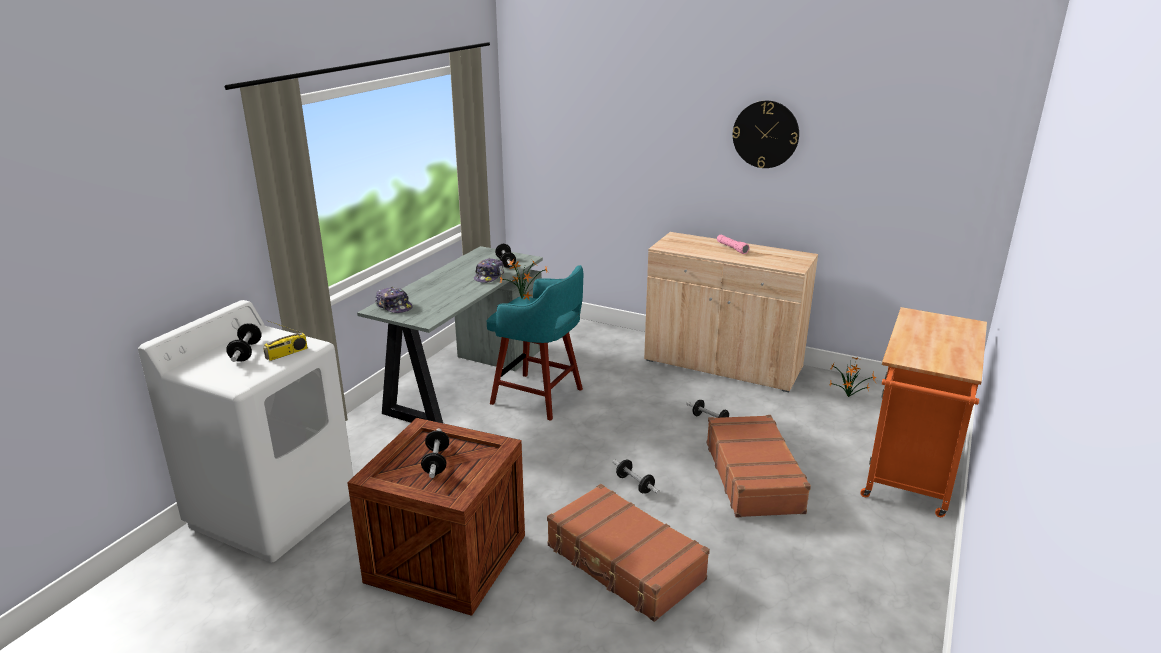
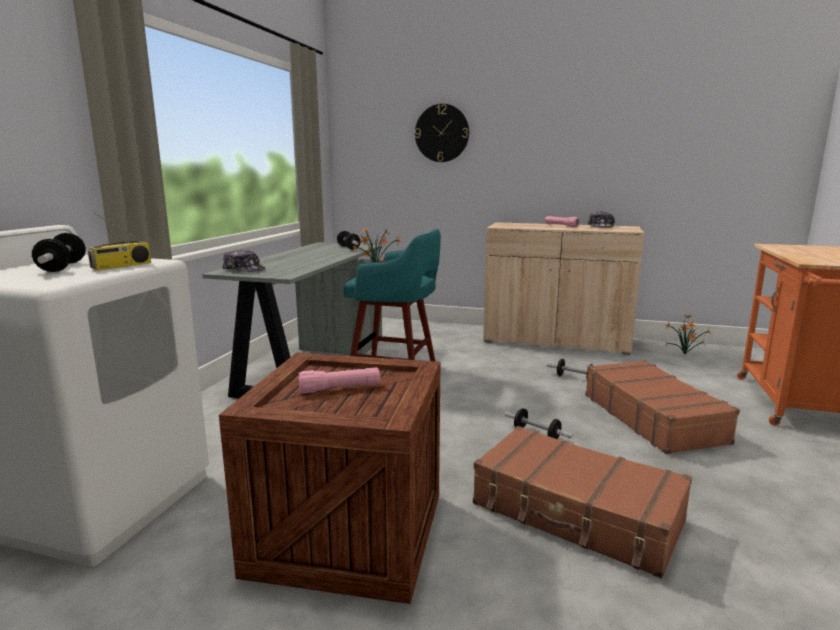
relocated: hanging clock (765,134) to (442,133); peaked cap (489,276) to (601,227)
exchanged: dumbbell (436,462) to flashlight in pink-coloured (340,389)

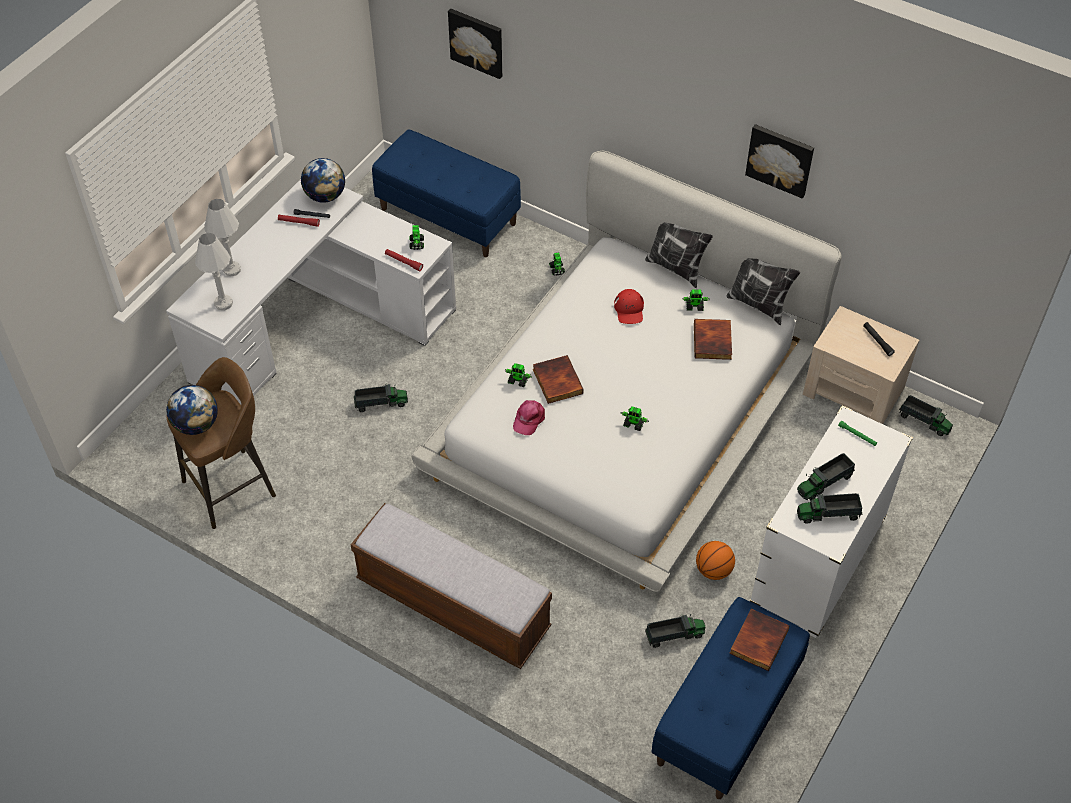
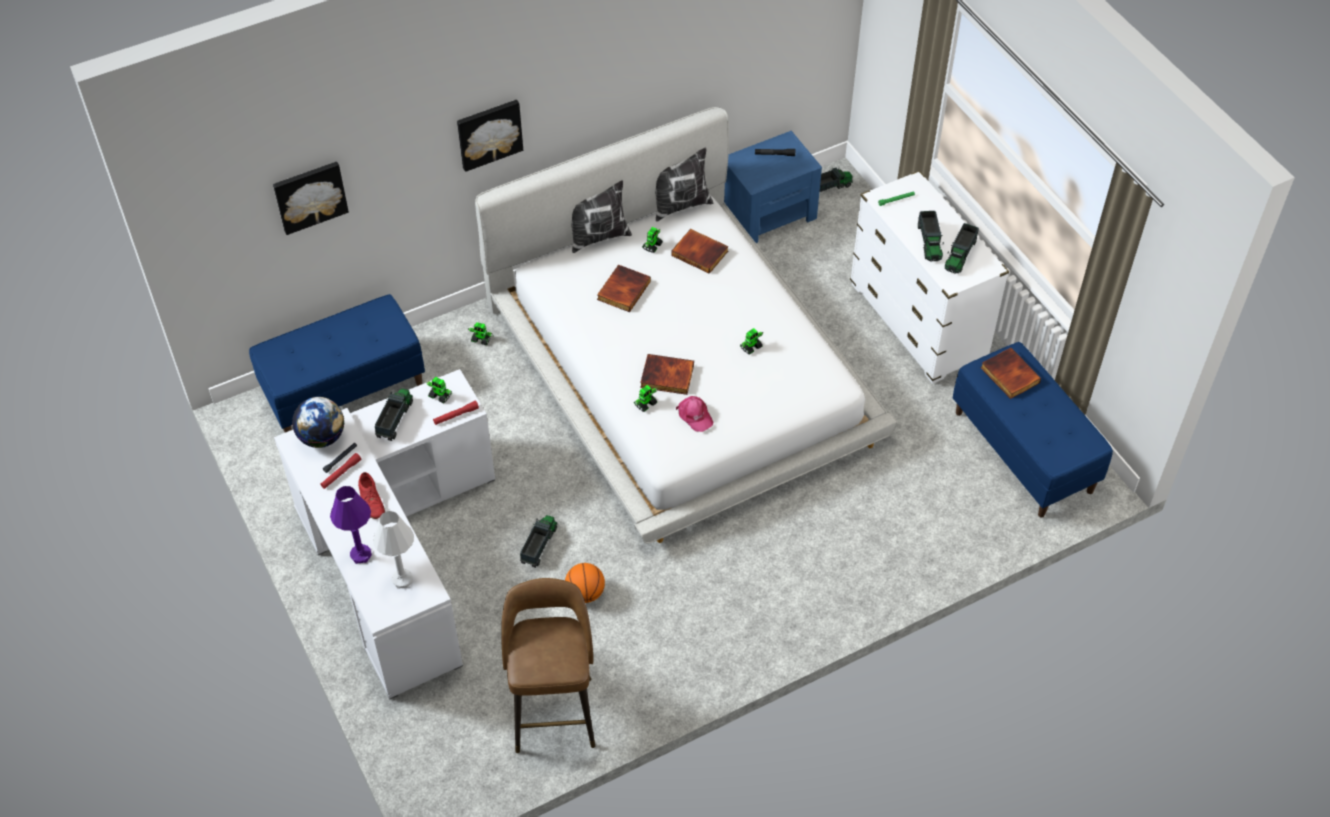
missing: desk globe (196,425); bench (453,604)
appeared: item of footwear in reddish (371,500)
relocated: wall art (780,159) to (489,133); basketball (713,570) to (585,593); toy lorry (674,635) to (395,419)
exchanged: peaked cap in reddish (629,309) to volume (623,290)
colour: lamp for a table in whitish (231,269) to lamp for a table in purple (360,555); nightstand in beige-coloured (854,391) to nightstand in blue (768,213)

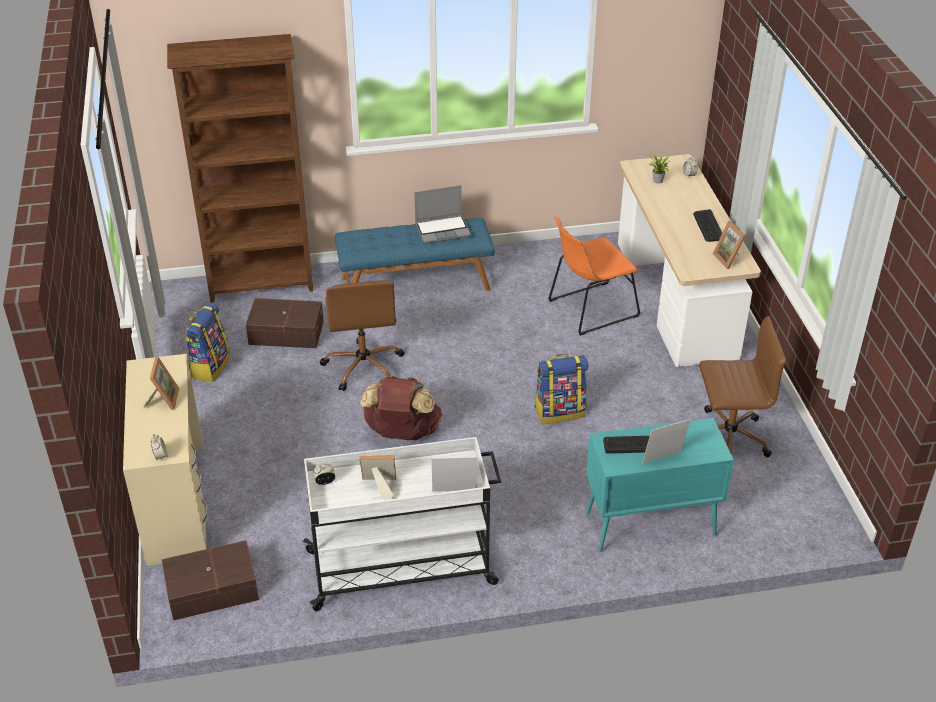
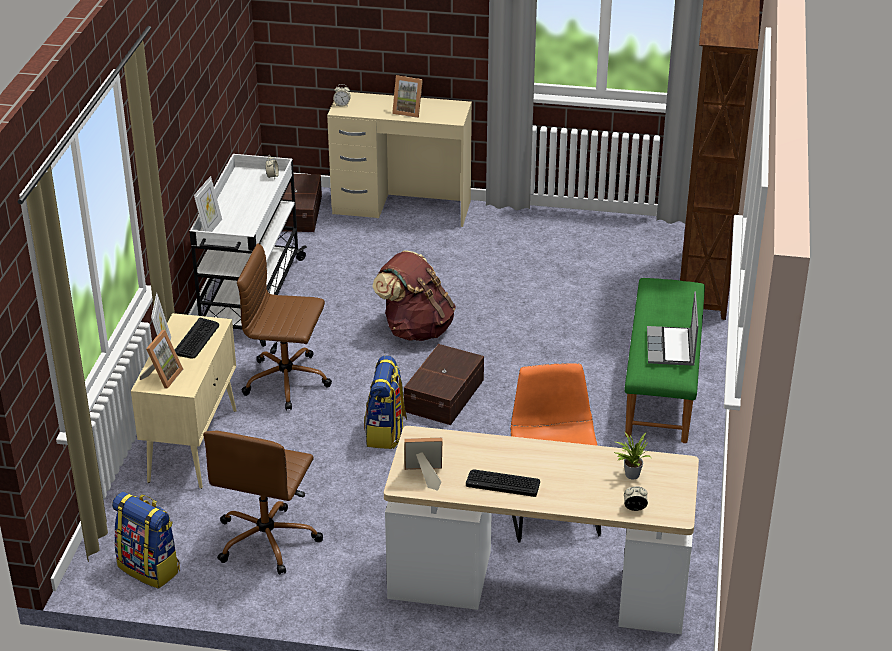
relocated: computer chair in brown-coloured (363,366) to (288,381); storage bin in brown-coloured (286,332) to (446,395); backpack (209,366) to (150,568); photo frame (379,487) to (162,376)
colour: bench in blue (415,283) to bench in greenish (662,385); cupboard in blue-green (649,525) to cupboard in beige-coloured (193,444)

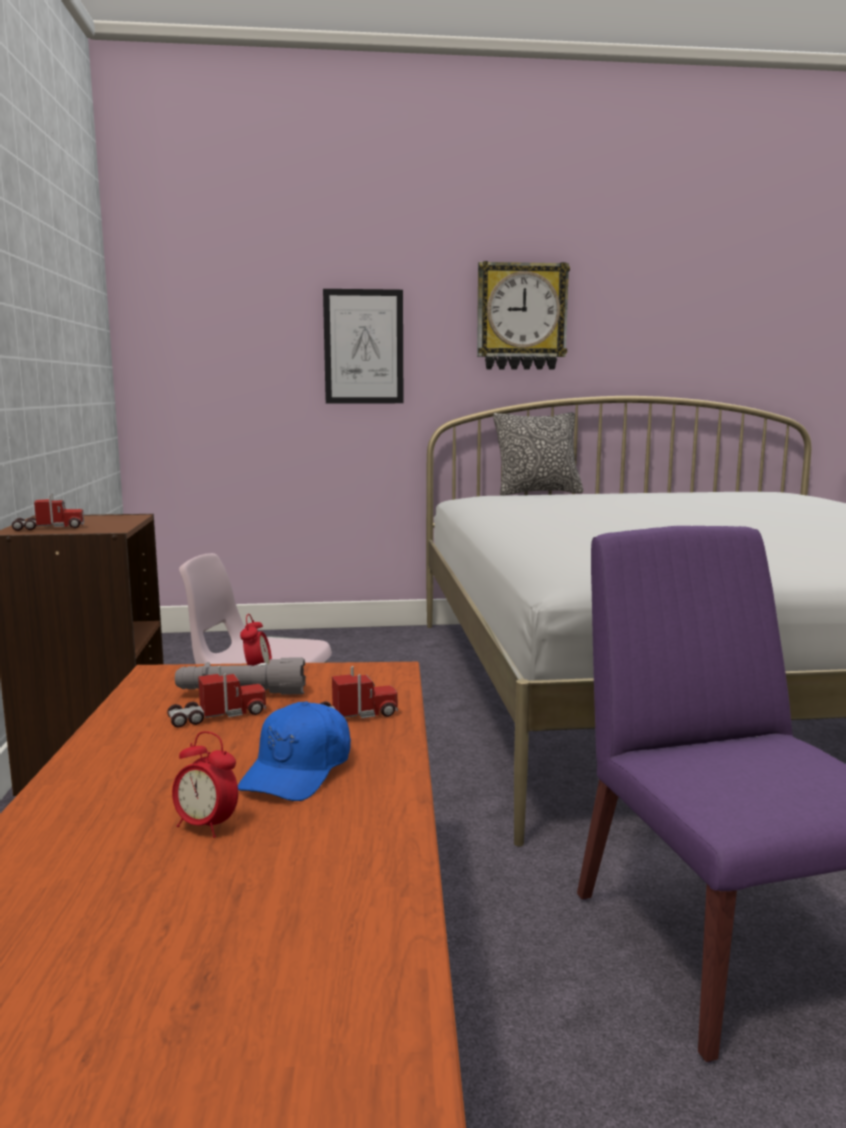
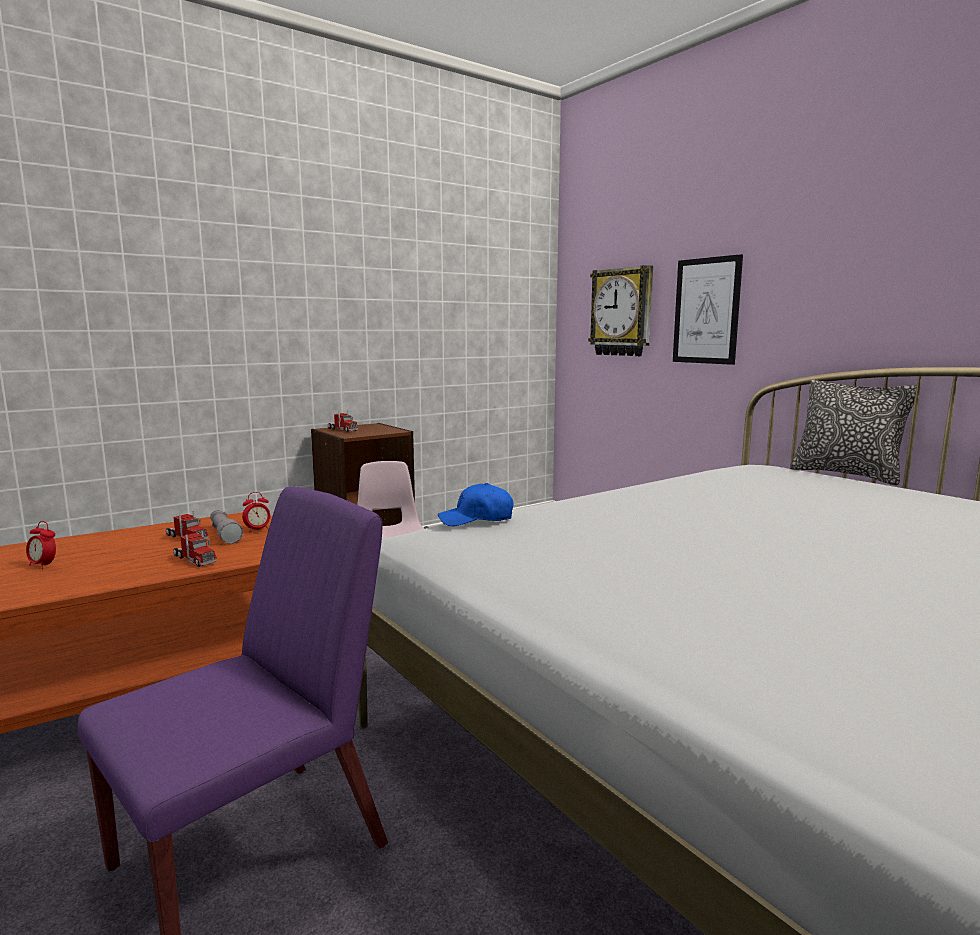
relocated: hanging clock (521,317) to (622,312); peaked cap in blue (298,771) to (476,519)
spun: bedside clock (206,826) = (43,565) 60 degrees counterclockwise

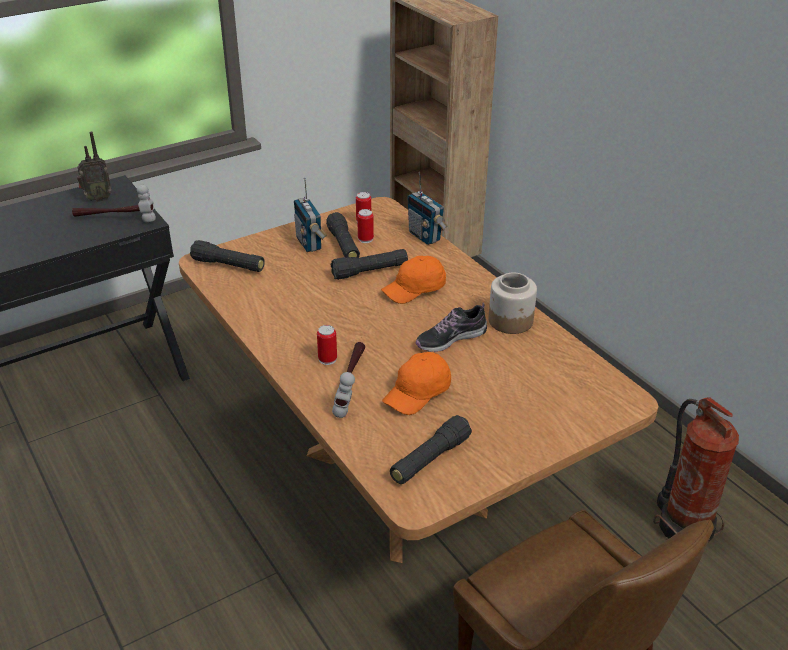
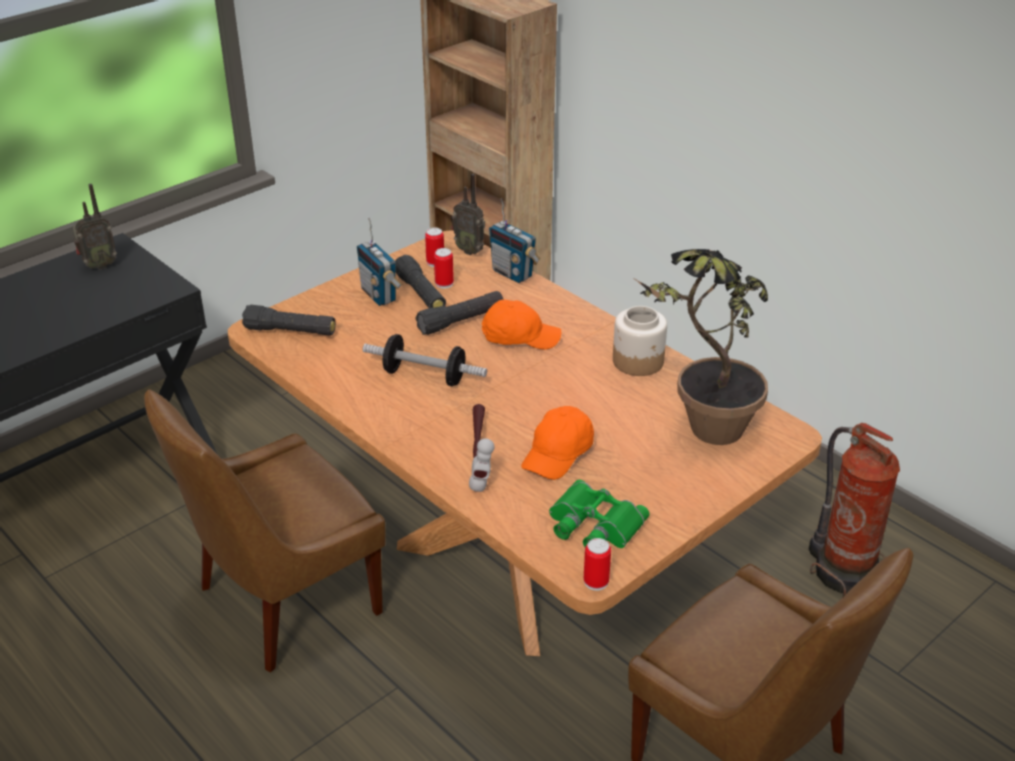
missing: hand hammer (115,219); item of footwear (450,339)
appeared: radio set (470,250); houseplant (701,435); dumbbell (424,376); plain chair in brown-coloured (283,603)
relocated: sealed can (327,359) to (596,582)
exchanged: flashlight in black-coloured (430,459) to binoculars in greenish (593,525)
spun: peaked cap in orangey (415,289) = (520,337) 135 degrees counterclockwise

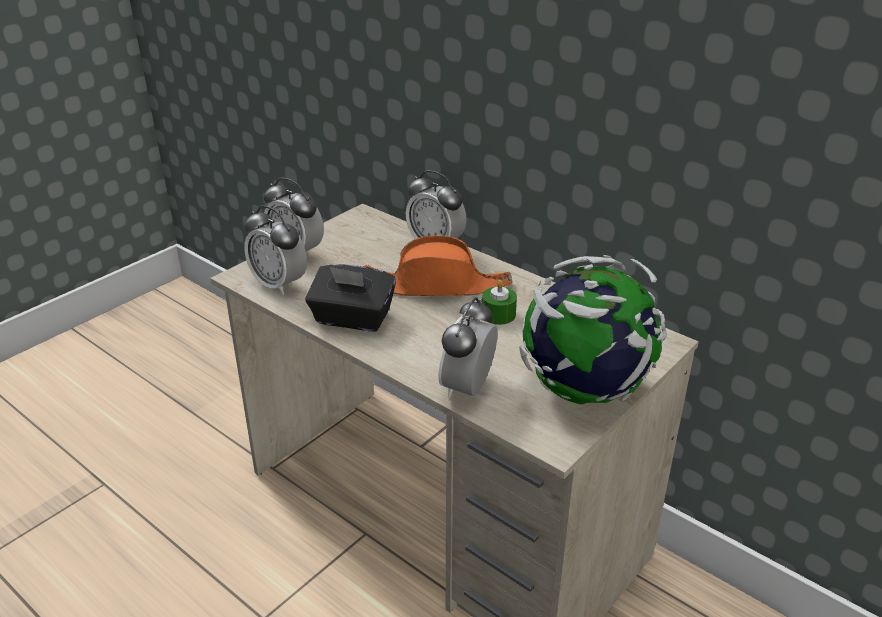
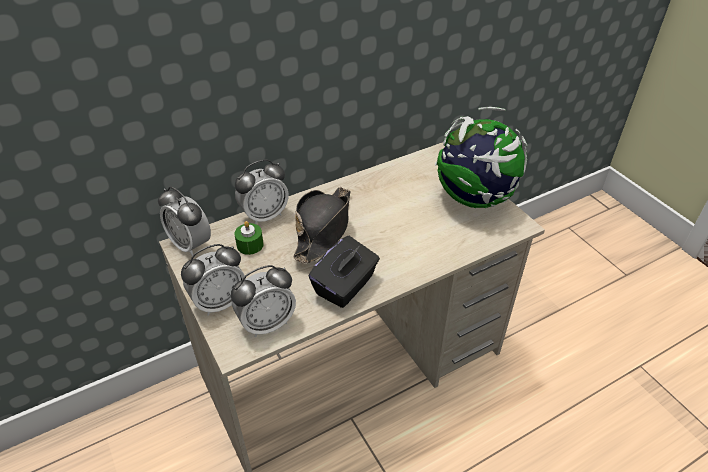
relocated: wax light in greenish (498,314) to (250,245); bedside clock (467,388) to (190,244)
colour: hat in orangey (437,285) to hat in black-coloured (324,229)

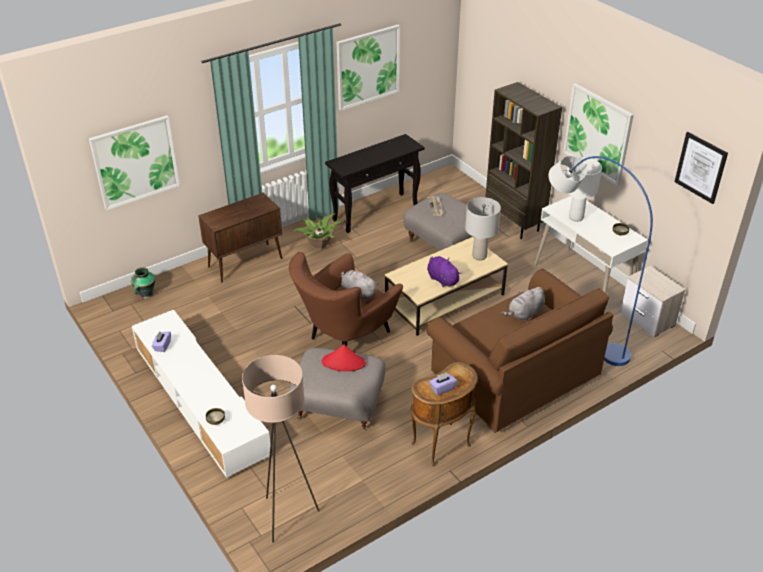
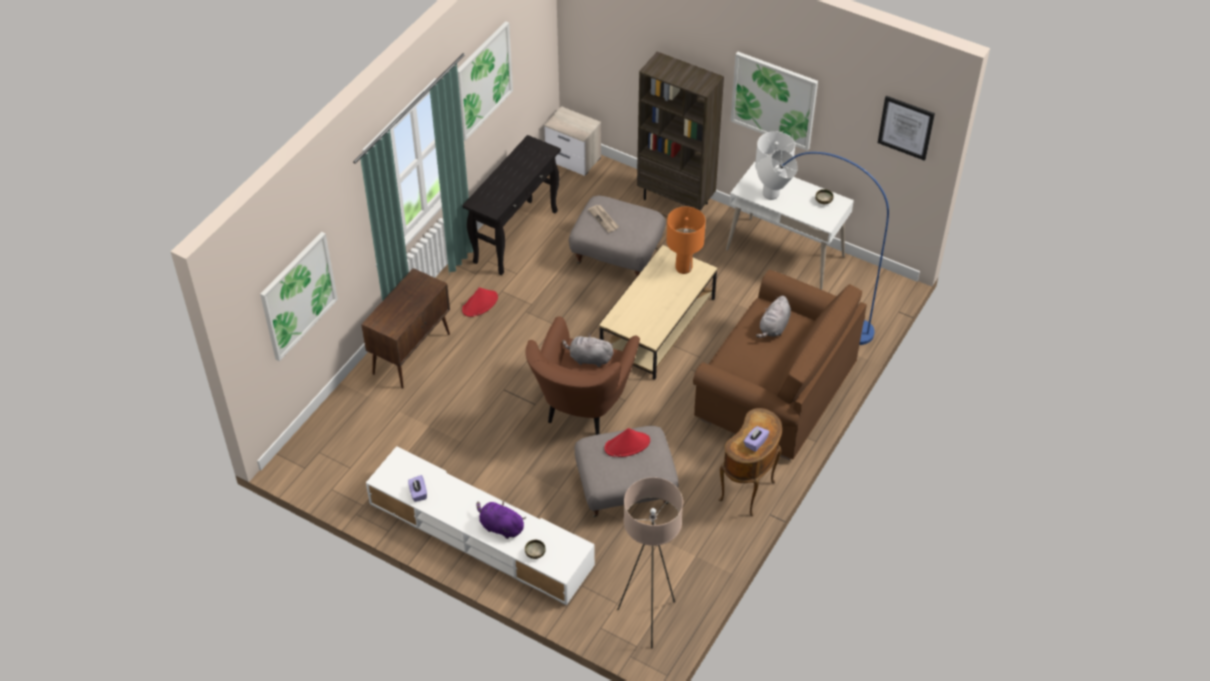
missing: flower vase (145,295)
relocated: cuddly toy in purple (442,279) to (500,527); nightstand (648,320) to (574,159)
exchanged: houseplant (318,246) to hat in reddish (480,304)
colour: lamp for a table in gray (479,256) to lamp for a table in orangey (683,268)

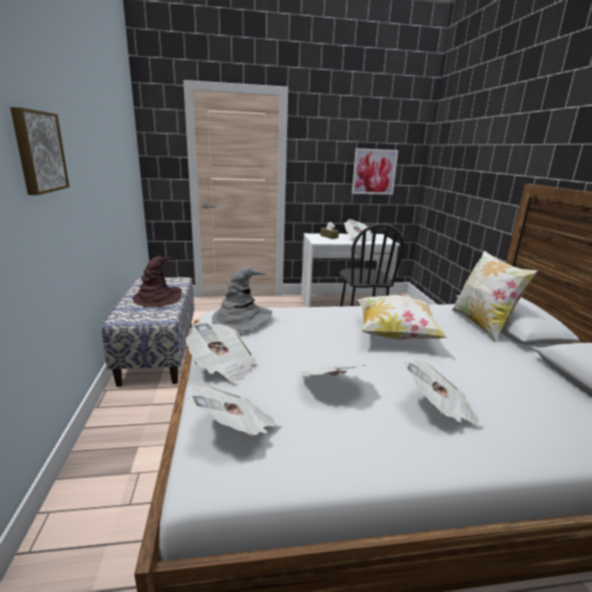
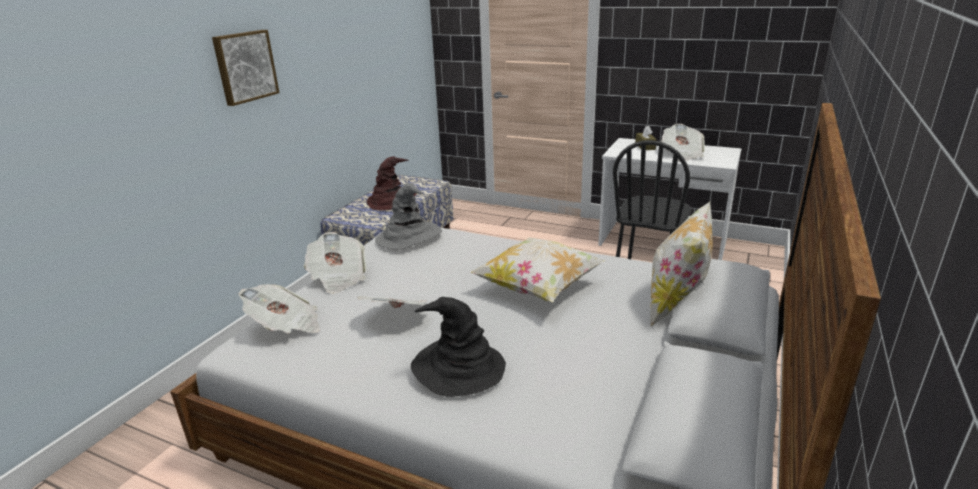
missing: wall art (374,172)
exchanged: daily paper (440,410) to hat in black-coloured (458,367)

